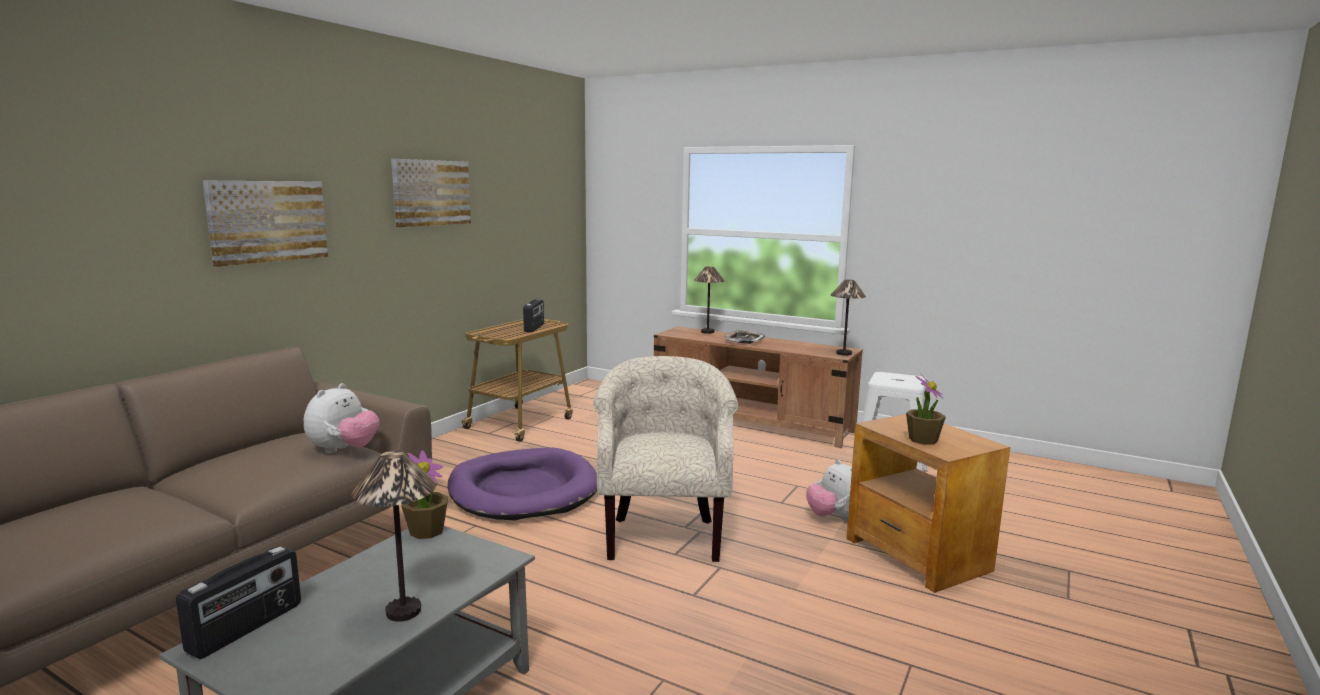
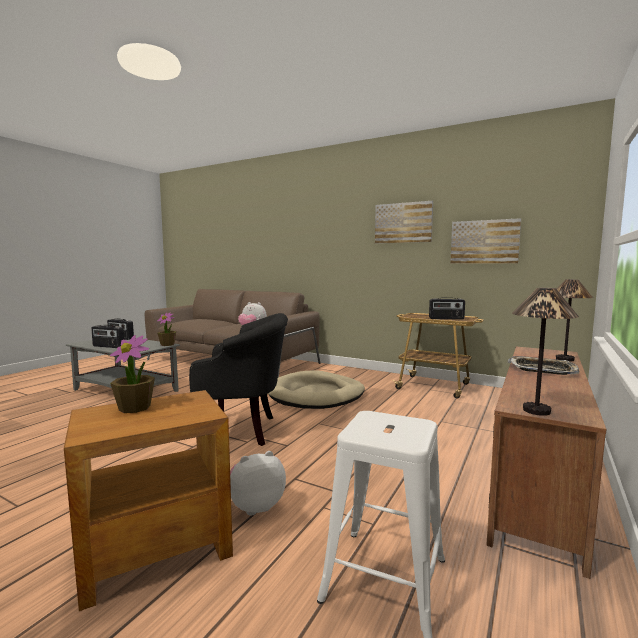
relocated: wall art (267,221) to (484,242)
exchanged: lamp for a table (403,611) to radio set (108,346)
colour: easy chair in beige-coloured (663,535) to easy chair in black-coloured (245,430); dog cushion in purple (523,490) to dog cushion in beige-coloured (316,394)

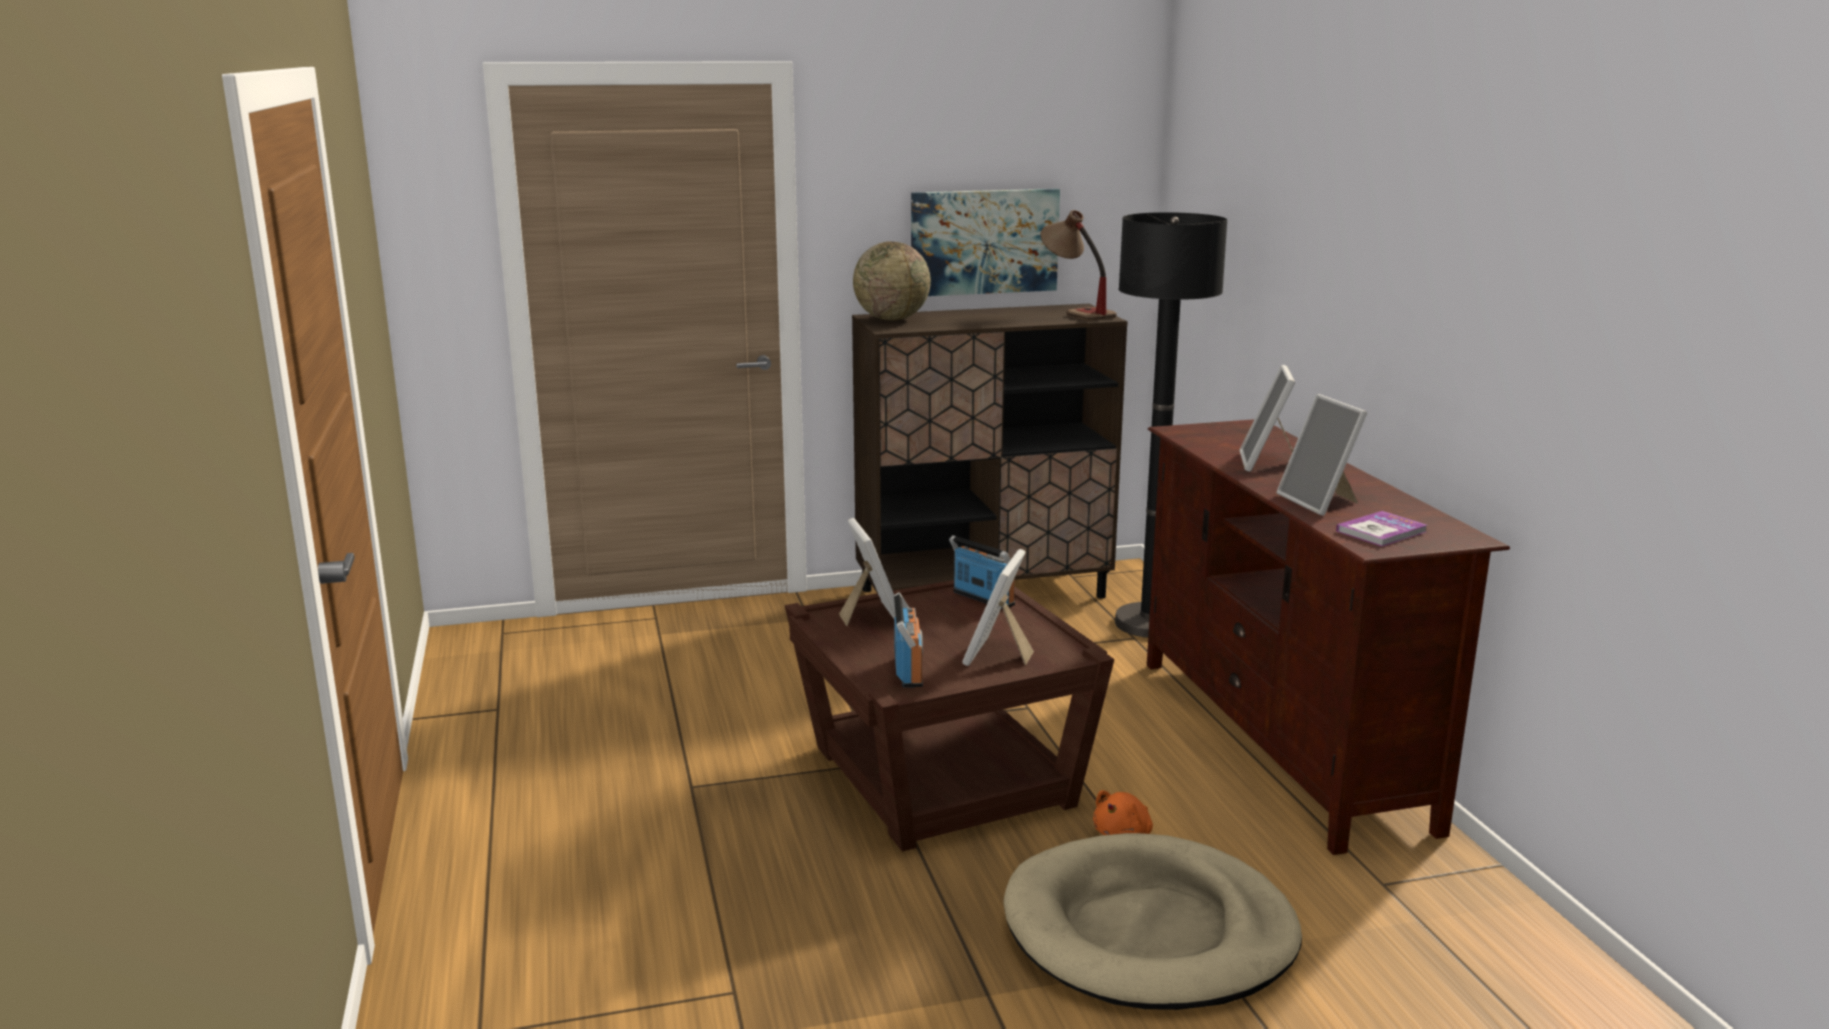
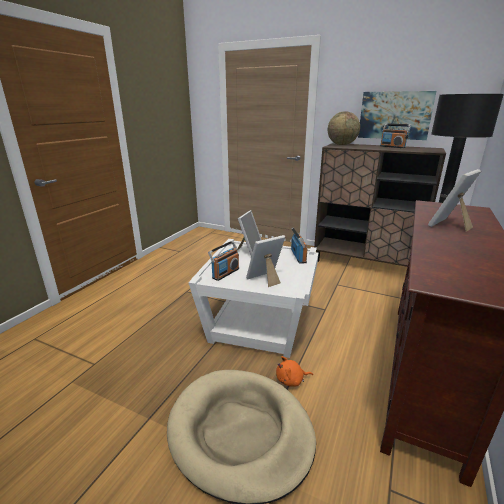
missing: lamp for a table (1075,312); photo frame (1320,502); volume (1381,531)
appeared: radio set (392,147)
colour: end table in brown-coloured (940,776) to end table in whitish (258,321)

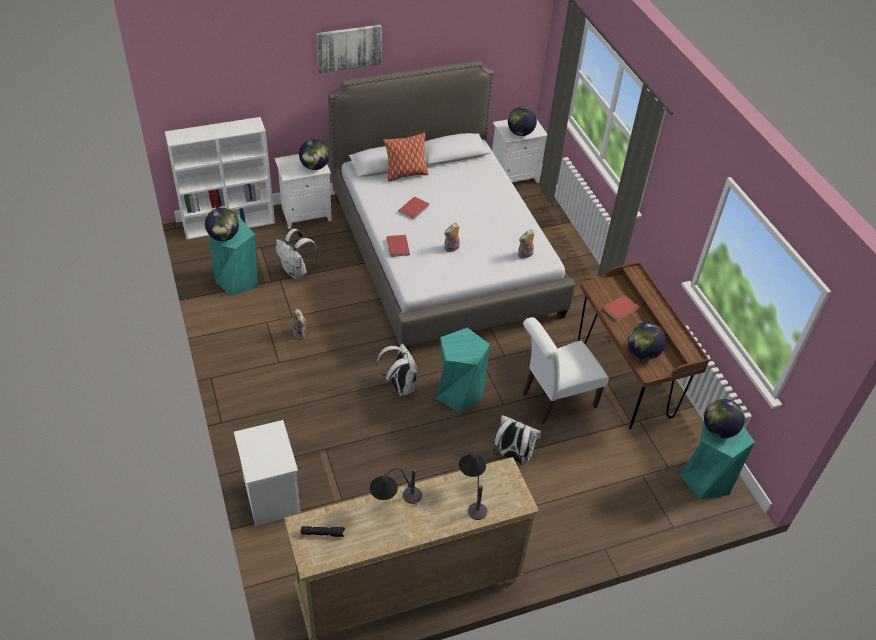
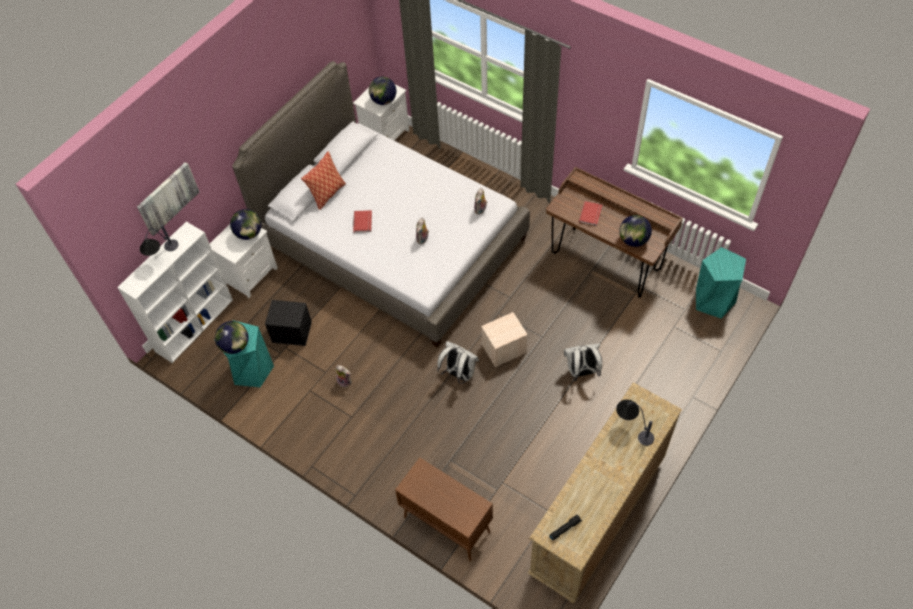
missing: volume in reddish (397,247); plain chair in whitish (554,401); desk globe (718,430)
relocated: wall art (349,47) to (167,198); lamp for a table (394,502) to (162,256)
exchanged: backpack in whitish (296,271) to storage bin in black-coloured (292,331); stool seat in blue-green (458,392) to storage bin in beige-coloured (503,349); nightstand in whitish (270,496) to cupboard in brown-coloured (446,524)

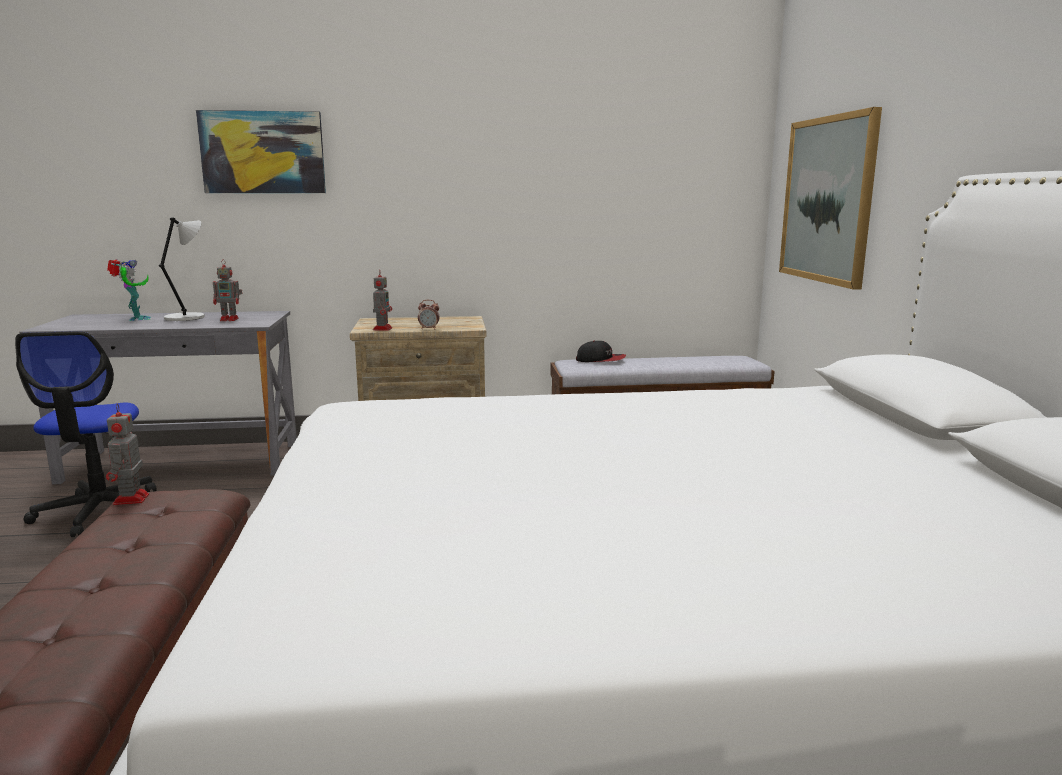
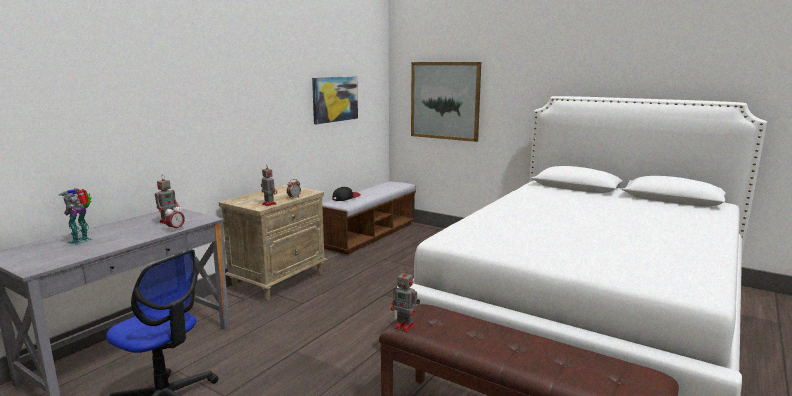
missing: lamp for a table in gray (187,317)
appeared: bedside clock (176,229)
relocated: wall art (263,152) to (335,99)
spun: robot figure (136,319) = (82,241) 90 degrees counterclockwise

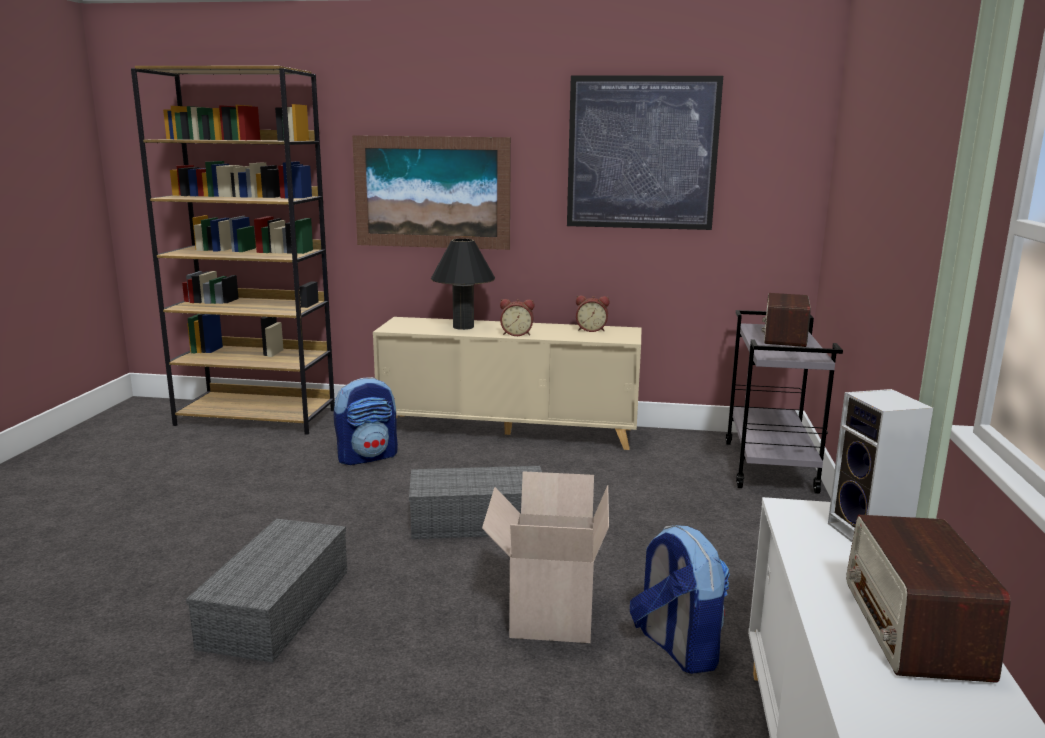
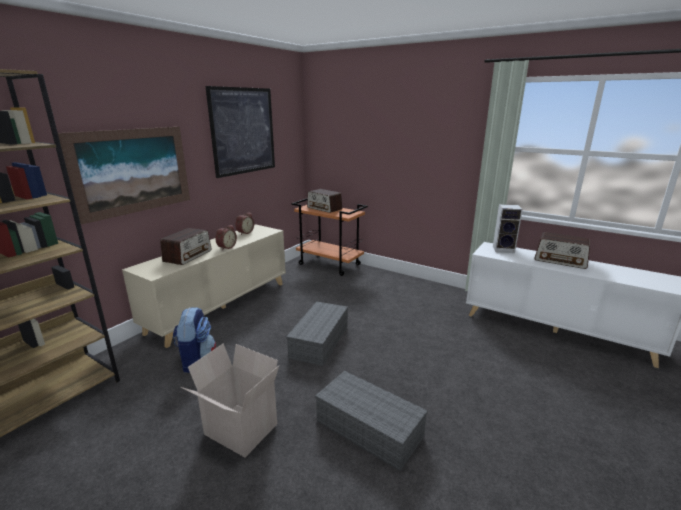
missing: backpack (676,647)
relocated: carton (548,612) to (238,430)
exchanged: lamp for a table in black-coloured (463,327) to radio set (188,256)
colour: cart in gray (770,467) to cart in orangey (330,264)

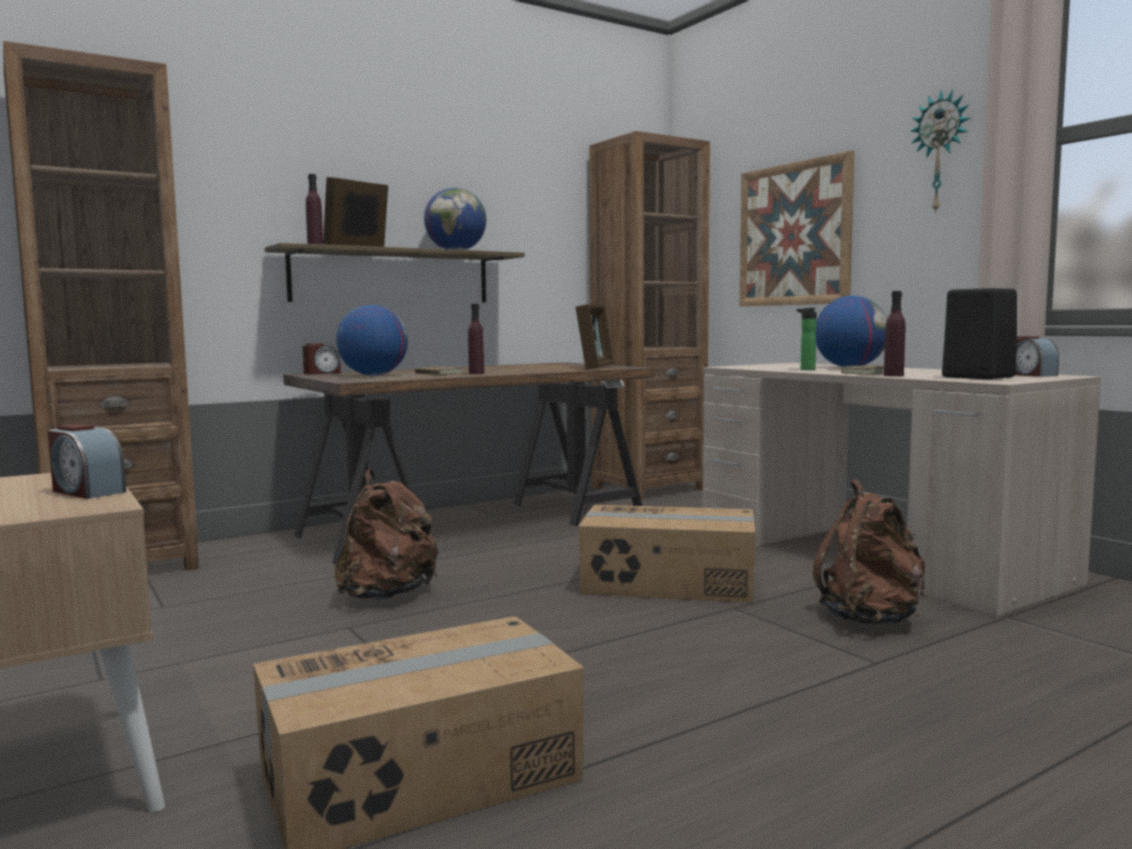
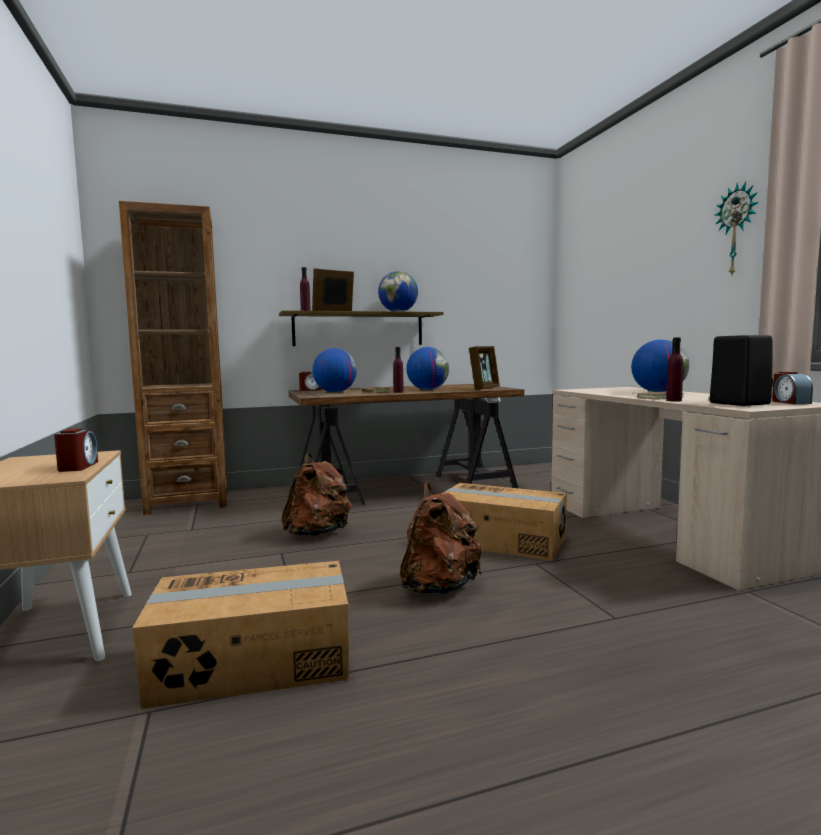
missing: bookshelf in brown-coloured (648,488); wall art (794,234); drink bottle (806,370)
appeared: desk globe (427,389)
relocated: backpack in brown-coloured (871,619) to (439,588)
spun: bedside clock (87,491) = (78,467) 150 degrees counterclockwise

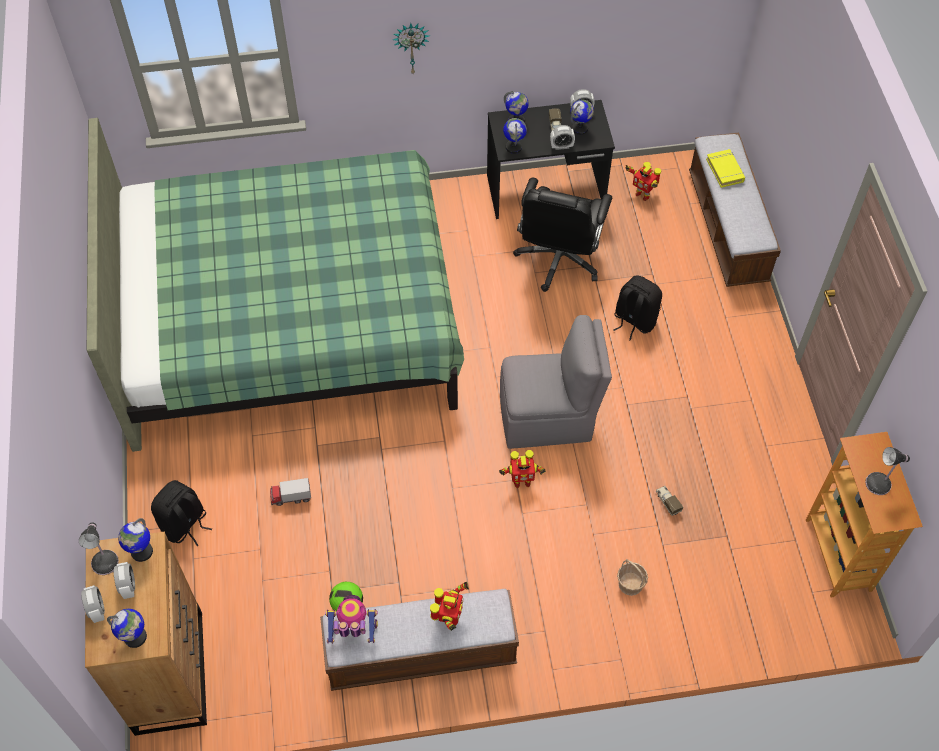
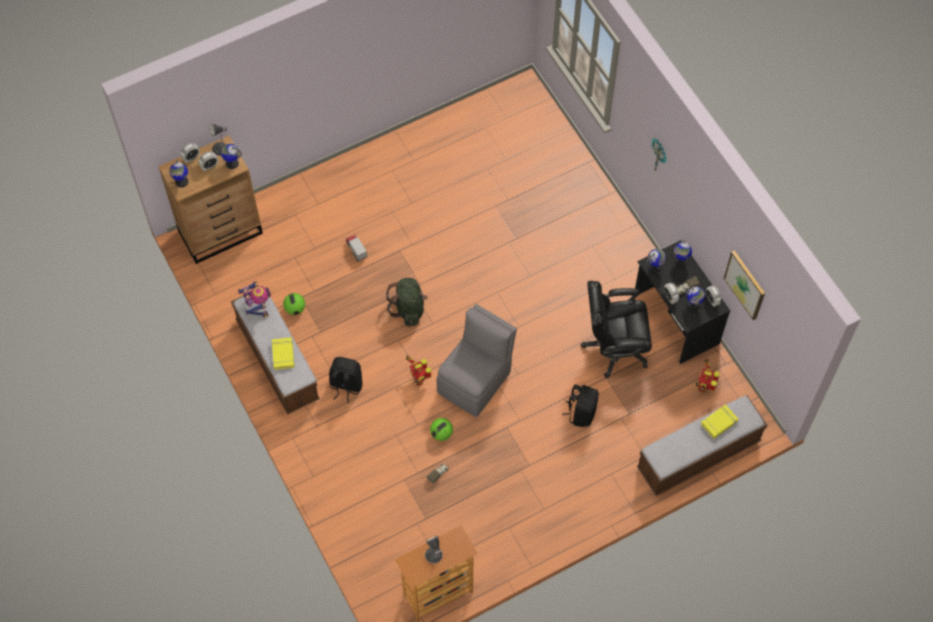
missing: bedroom bed in greenish (288,318); storage basket (630,584)
appeared: wall art (745,284); backpack in greenish (408,309); football (441,433)
relocated: backpack in black-coloured (185,525) to (346,385)
exchanged: robot figure (449,619) to volume in yellowish (283,354)
spun: plain chair in gray (548,417) = (475,381) 120 degrees counterclockwise

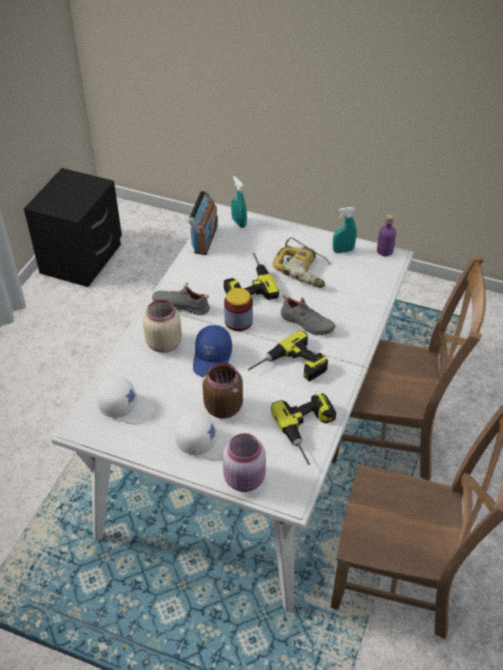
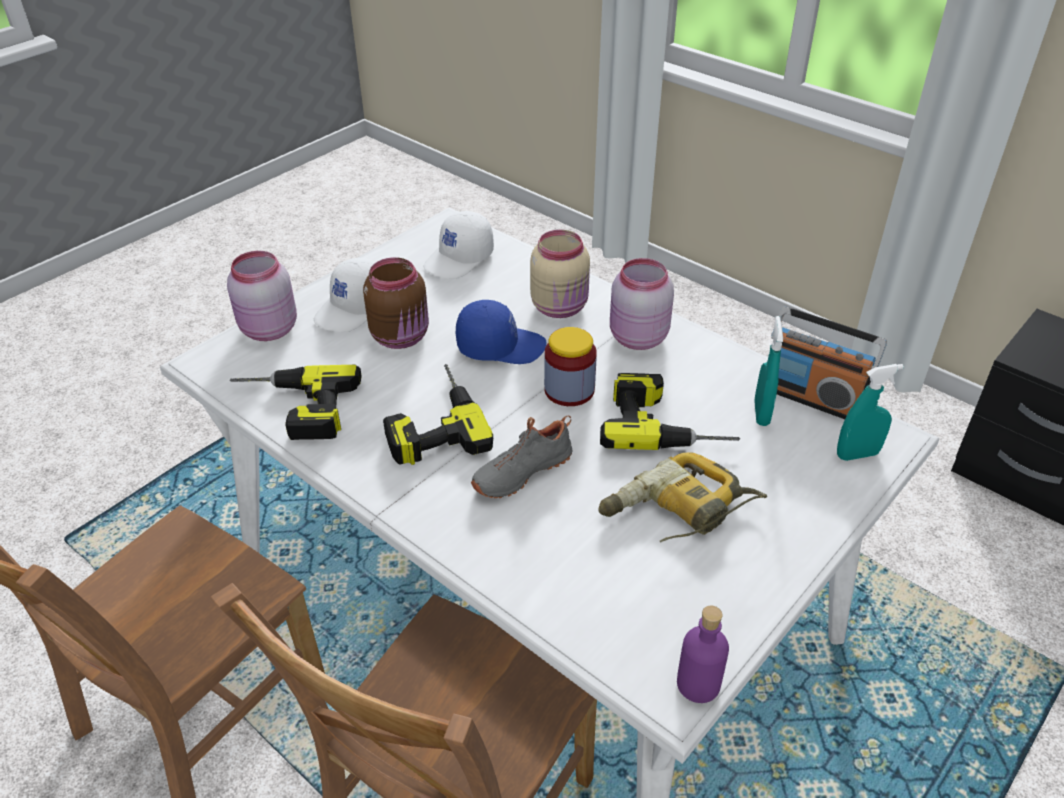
relocated: spray bottle in blue-green (343,250) to (761,413)
exchanged: item of footwear in gray (181,305) to storage jar in pink-coloured (636,338)
spun: peaked cap in blue (212,358) = (500,346) 150 degrees clockwise

